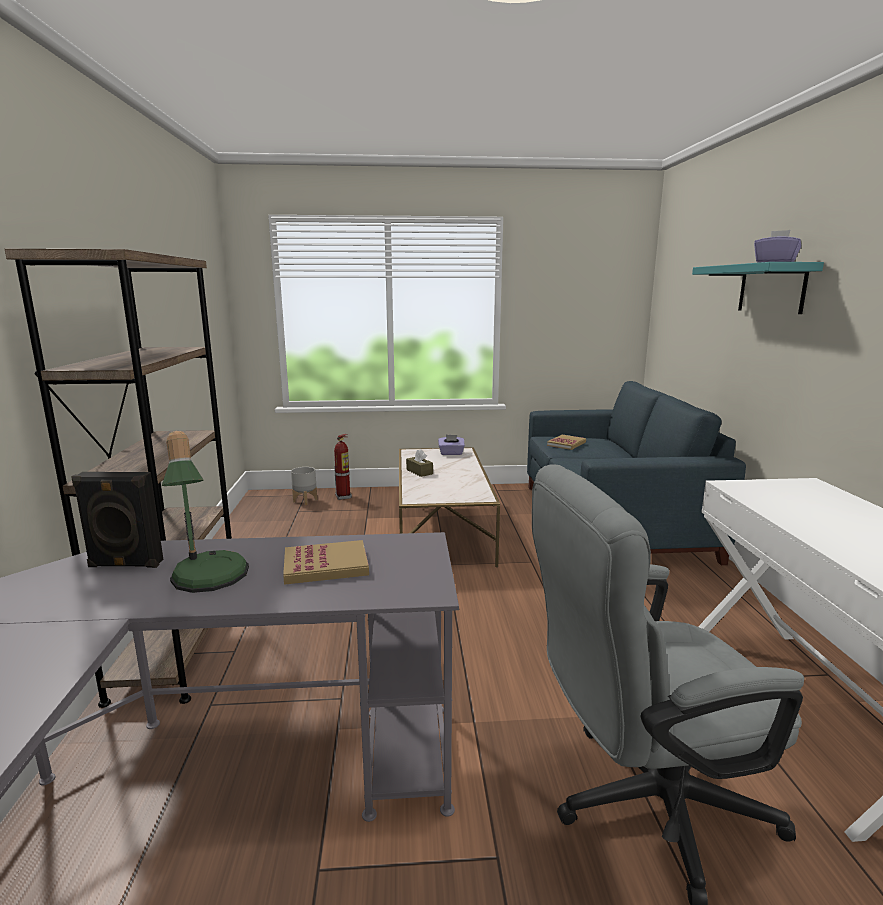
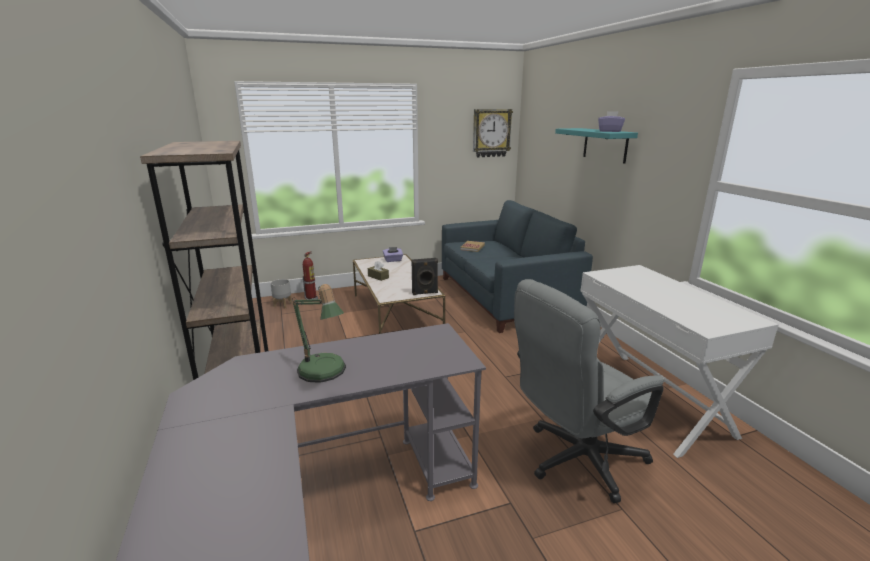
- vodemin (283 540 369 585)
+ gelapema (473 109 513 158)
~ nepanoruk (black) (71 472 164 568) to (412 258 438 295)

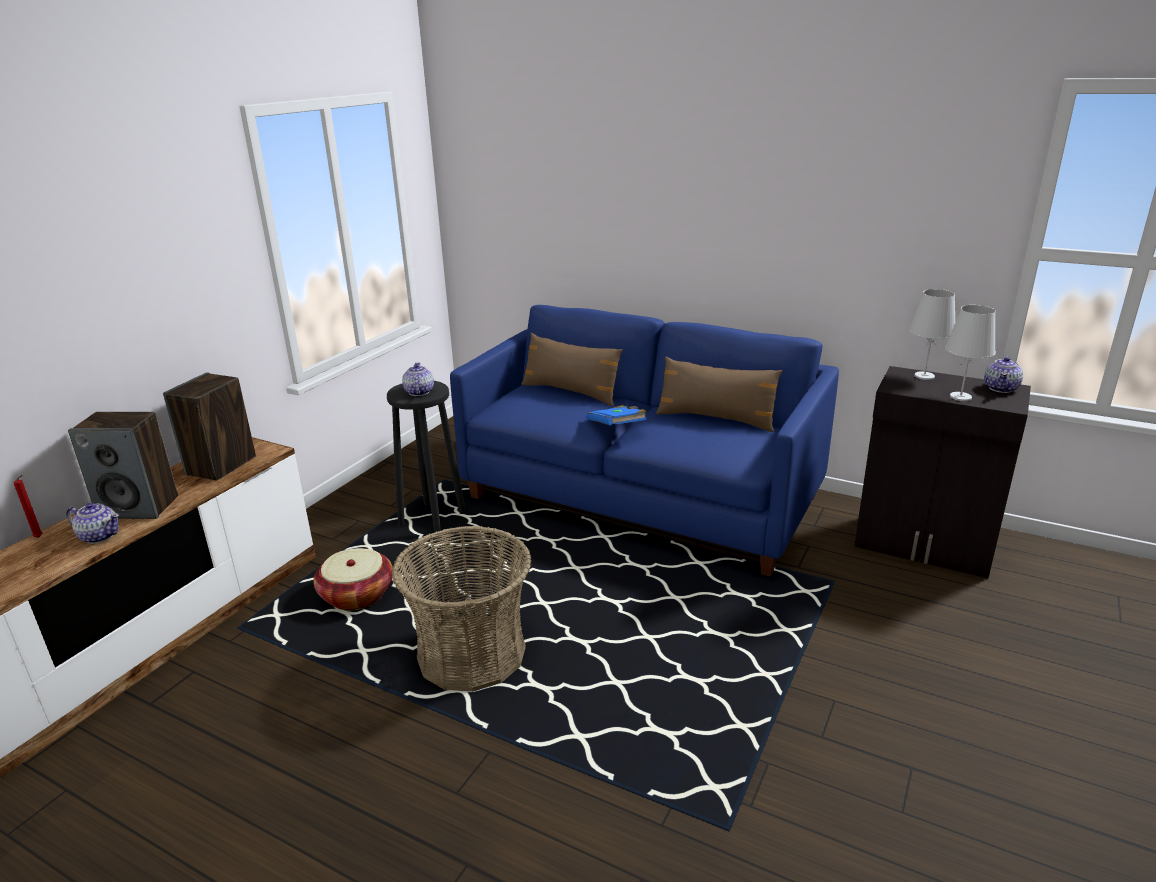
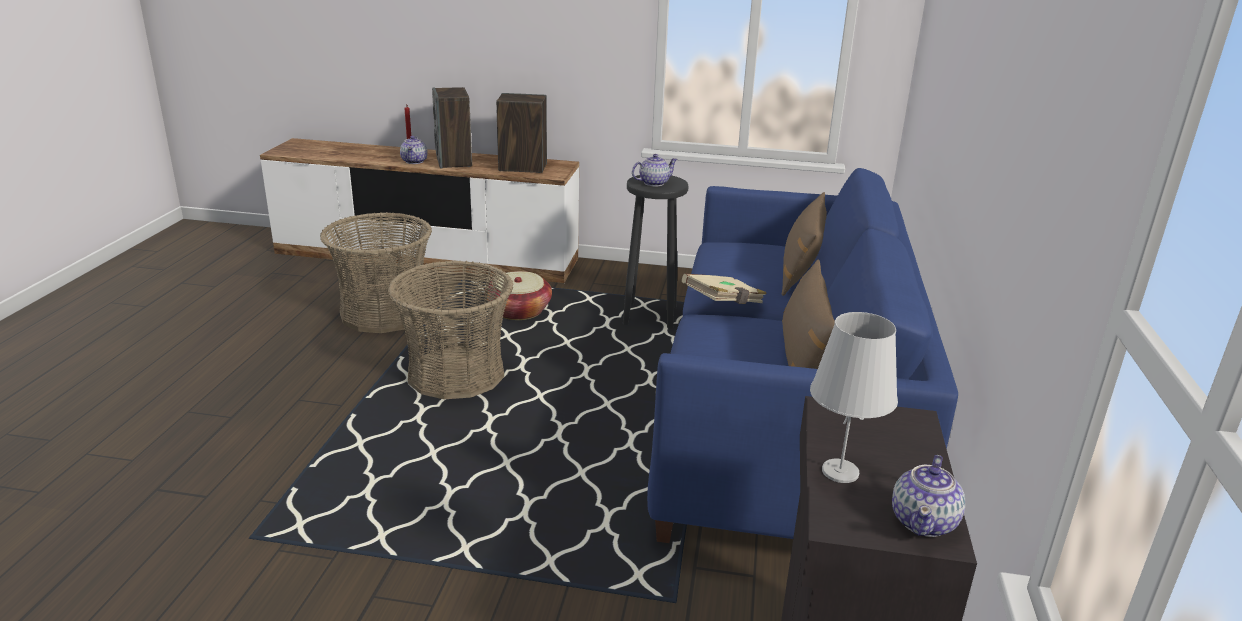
- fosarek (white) (909 289 955 380)
+ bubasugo (320 212 432 333)
~ vodemin (blue) (587 405 647 425) to vodemin (beige) (682 274 767 304)
~ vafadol (984 357 1023 393) = (892 455 965 537) 75 degrees counterclockwise

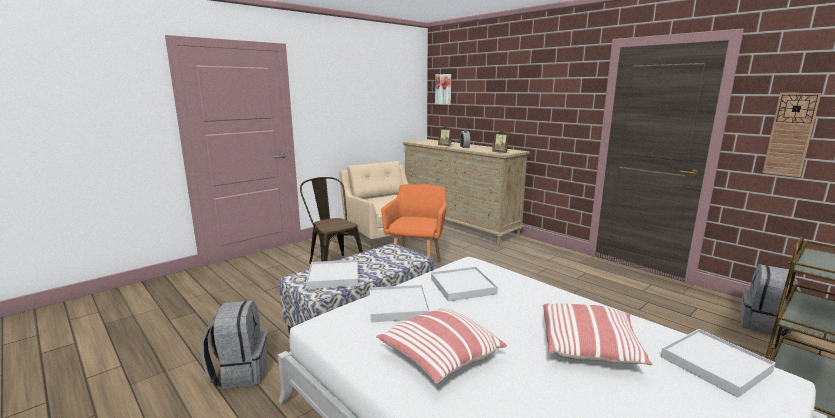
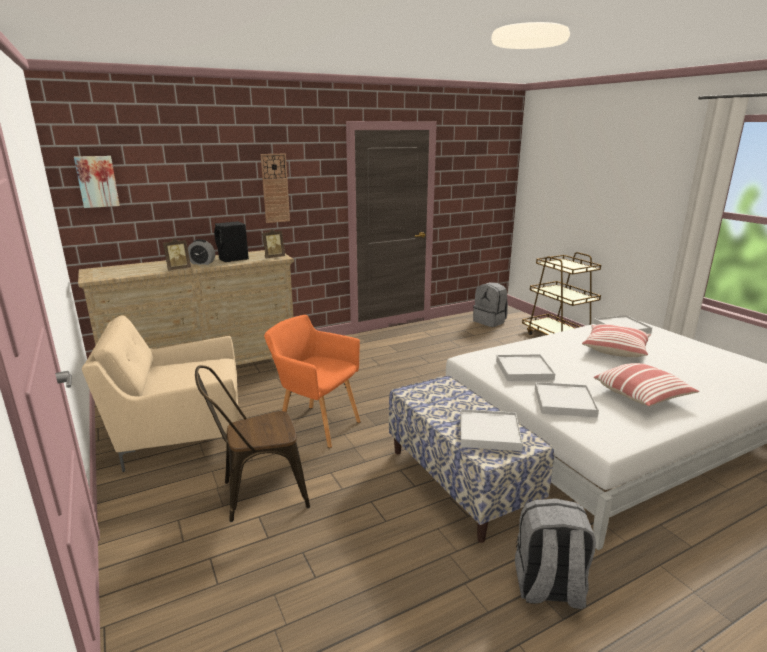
+ nepanoruk (black) (214 221 249 262)
~ gelapema (762 93 821 177) to (261 154 290 223)

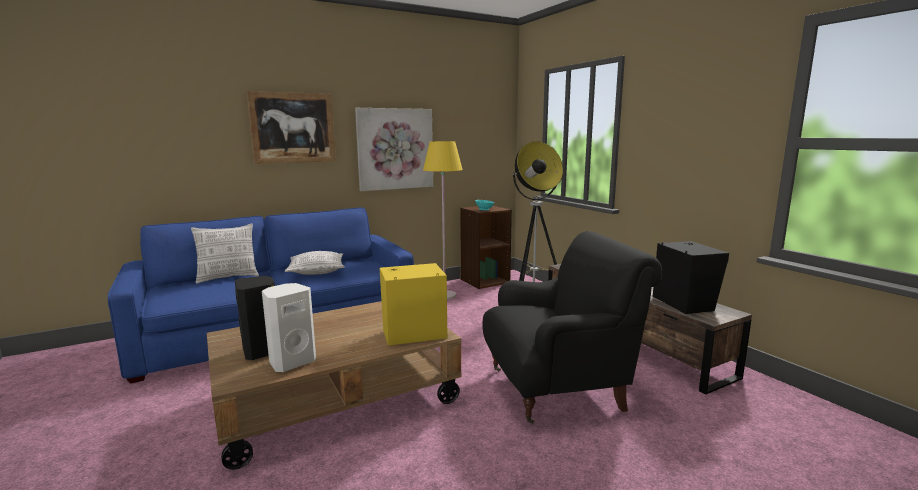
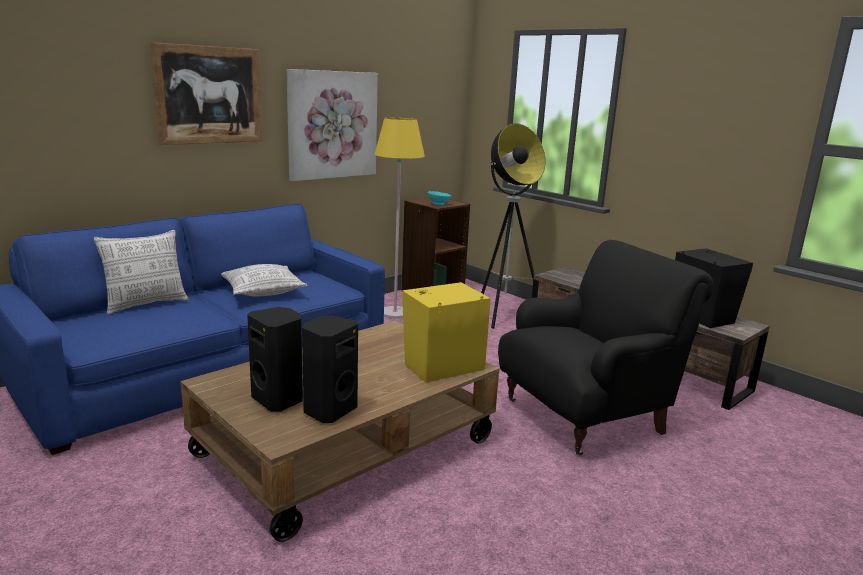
~ nepanoruk (white) (262 283 316 372) to nepanoruk (black) (302 315 358 423)

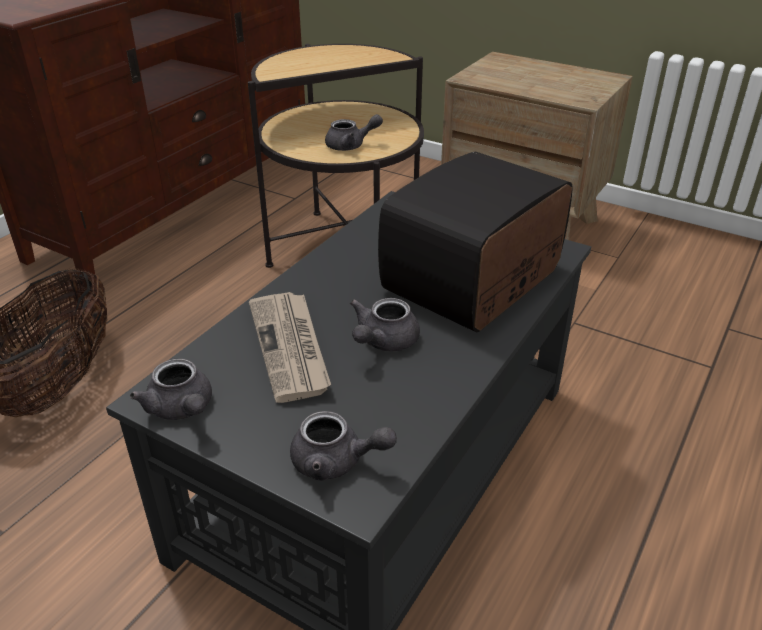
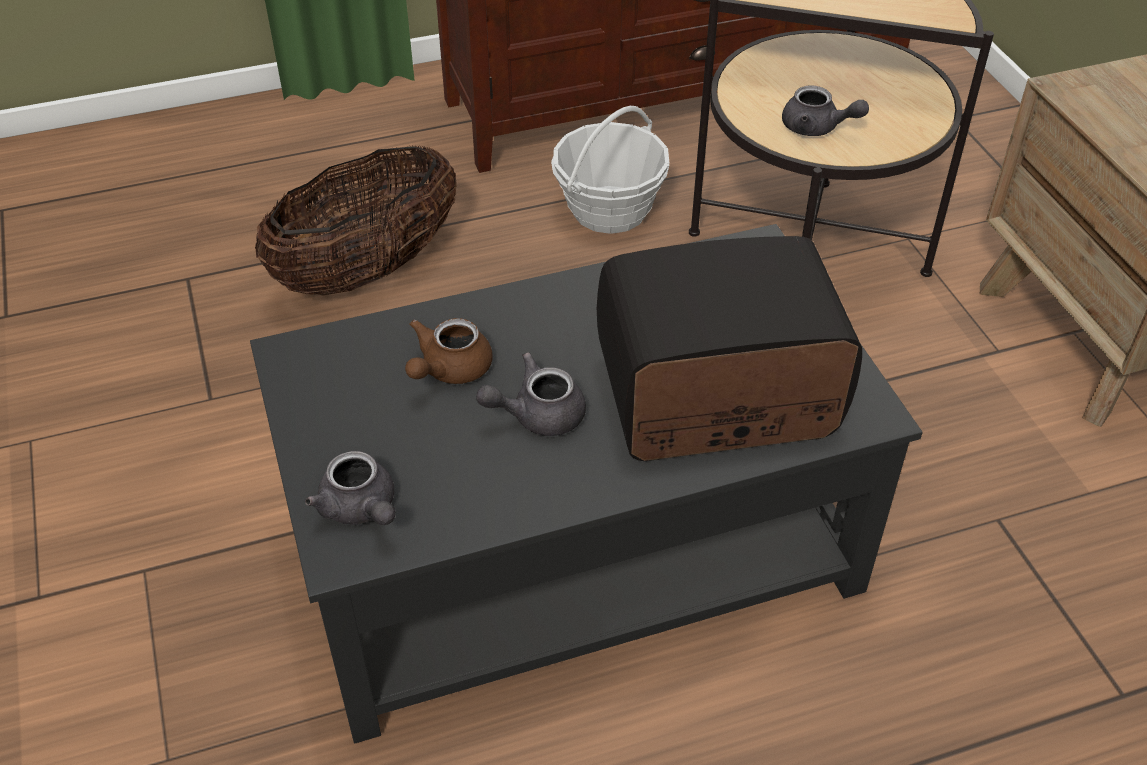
- vafadol (grey) (130 359 212 420)
+ bubasugo (551 106 670 234)
~ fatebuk (249 292 331 403) to vafadol (brown) (405 318 492 384)

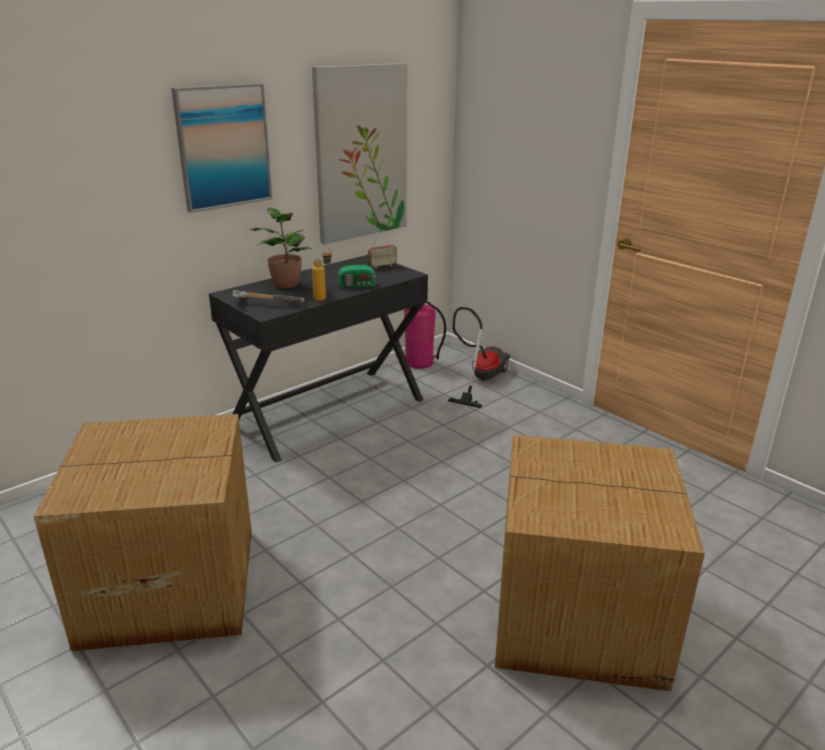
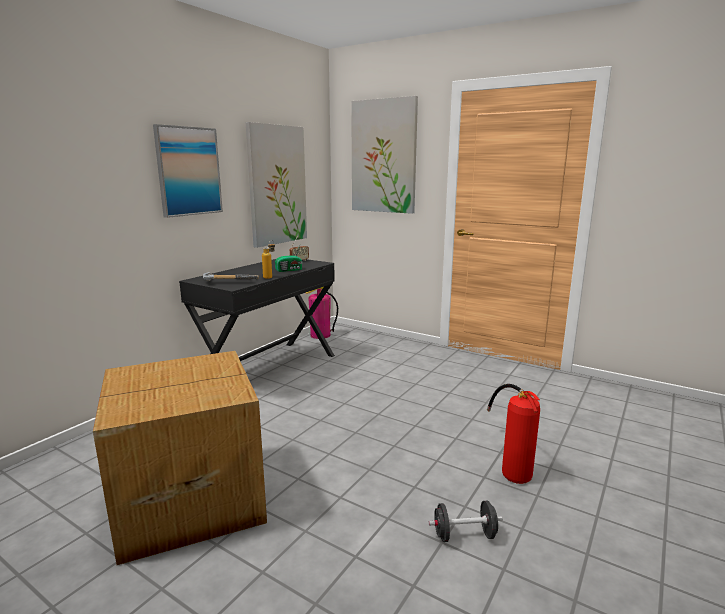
- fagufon (250 208 311 289)
- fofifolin (448 307 510 408)
+ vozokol (351 96 418 214)
+ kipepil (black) (429 501 503 542)
~ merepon (495 434 705 691) to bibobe (487 384 540 484)

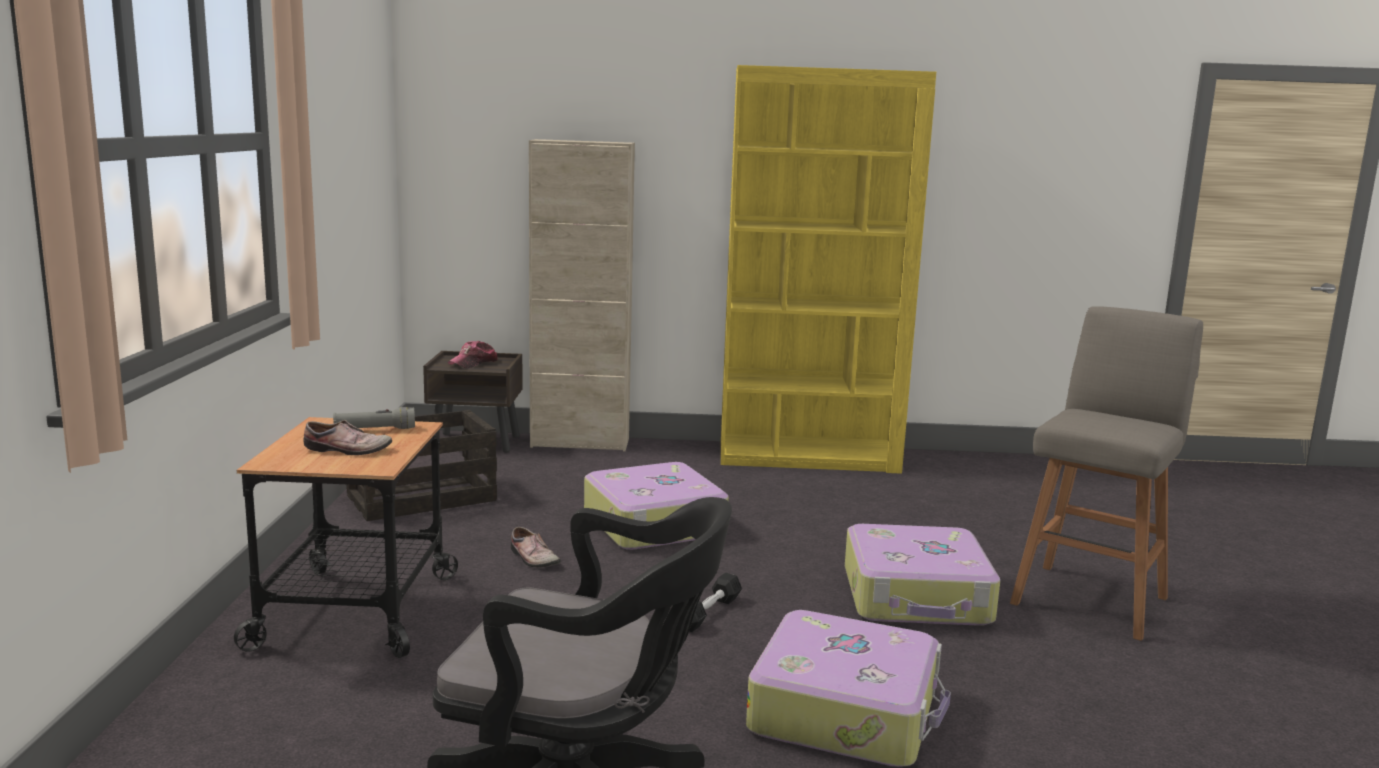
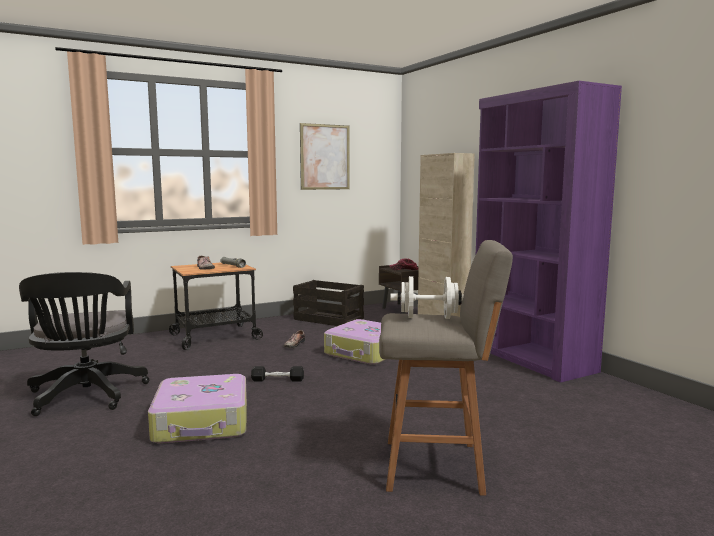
- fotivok (845 524 1000 626)
+ vozokol (300 123 350 190)
+ kipepil (white) (390 276 464 319)
~ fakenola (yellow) (721 65 936 474) to fakenola (purple) (476 81 622 383)

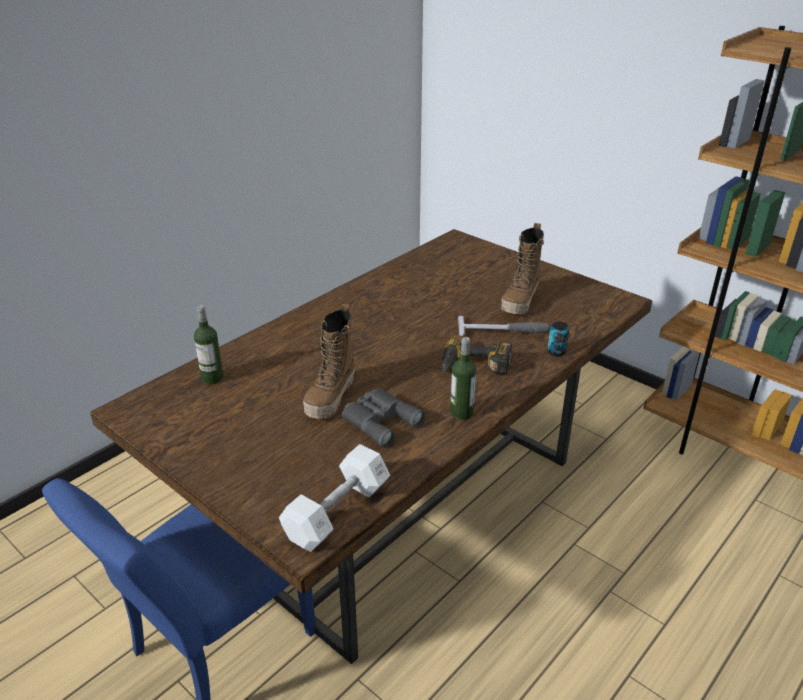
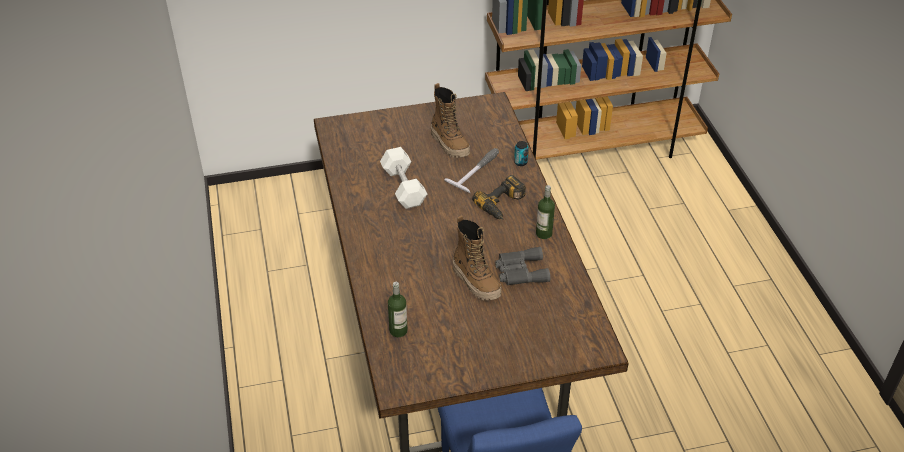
~ kipepil (white) (279 444 390 552) to (380 147 427 209)

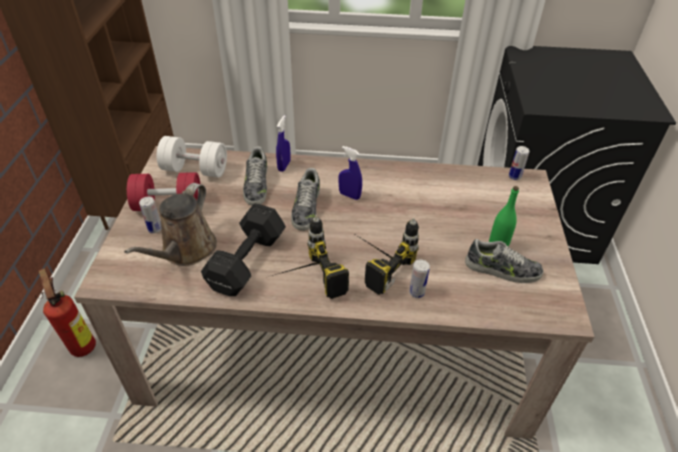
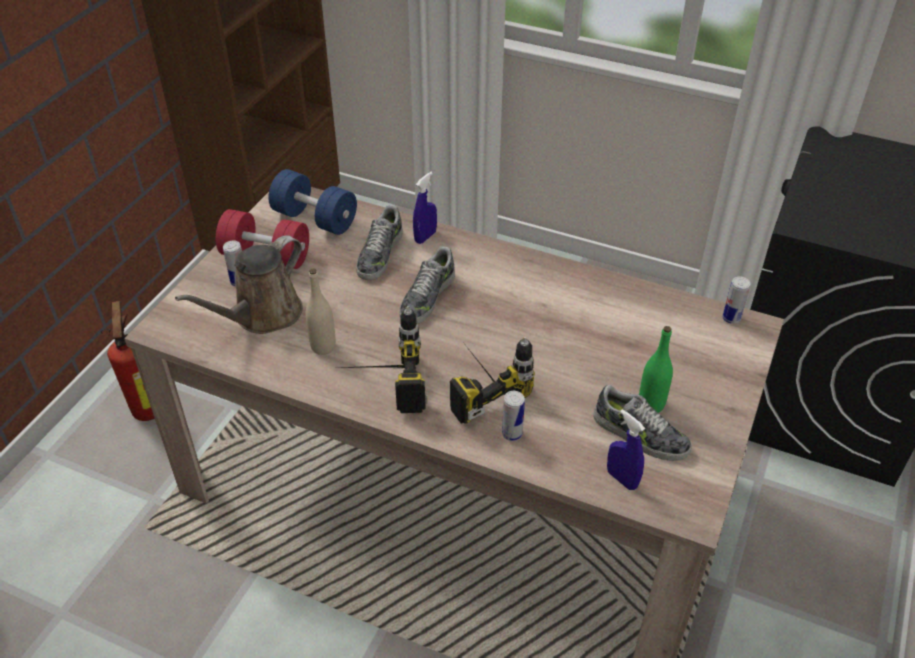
~ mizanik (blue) (339 146 362 200) to (607 409 645 490)
~ kipepil (black) (201 203 286 296) to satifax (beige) (305 269 336 355)
~ kipepil (white) (156 136 227 178) to kipepil (blue) (268 169 357 235)

